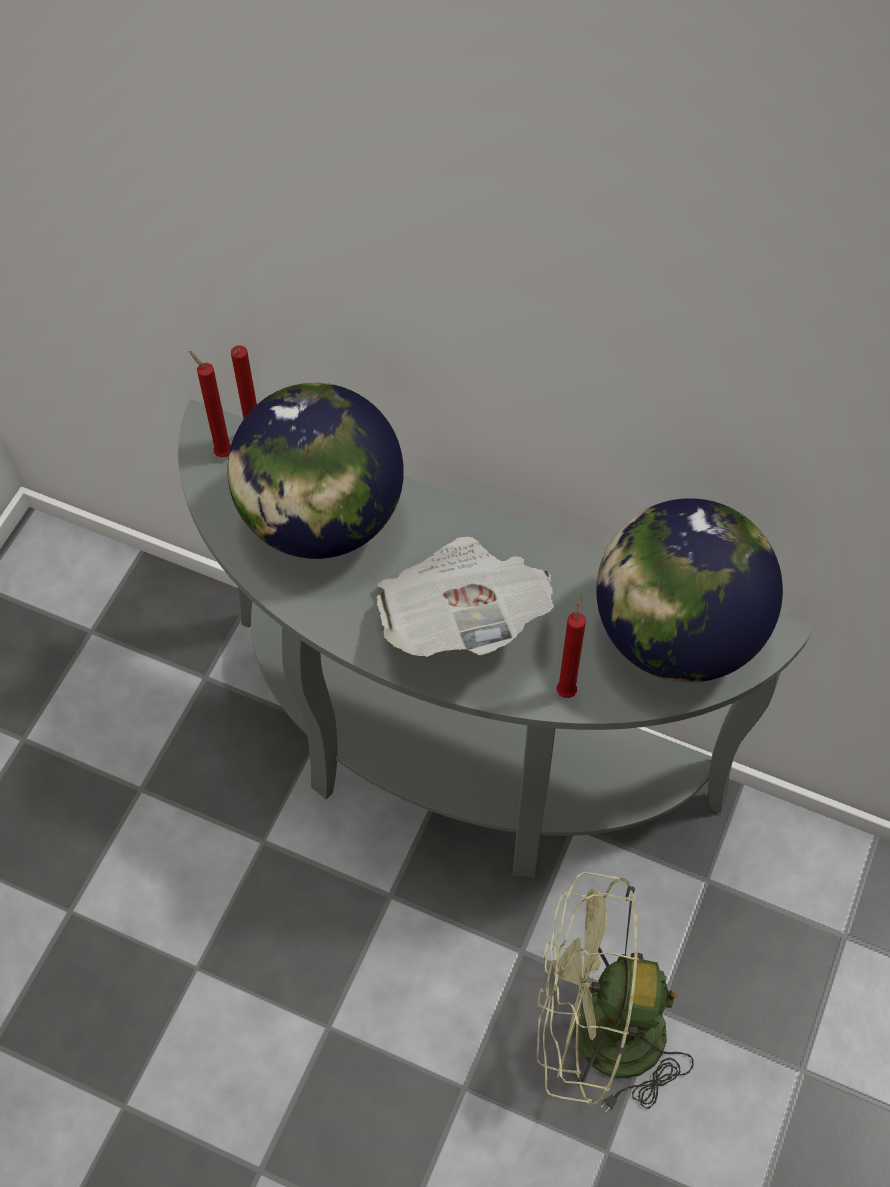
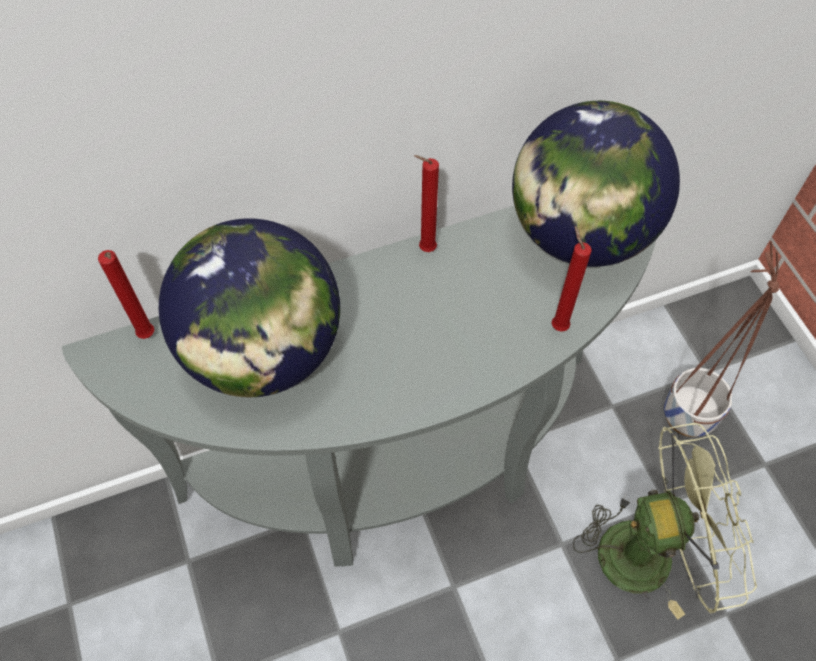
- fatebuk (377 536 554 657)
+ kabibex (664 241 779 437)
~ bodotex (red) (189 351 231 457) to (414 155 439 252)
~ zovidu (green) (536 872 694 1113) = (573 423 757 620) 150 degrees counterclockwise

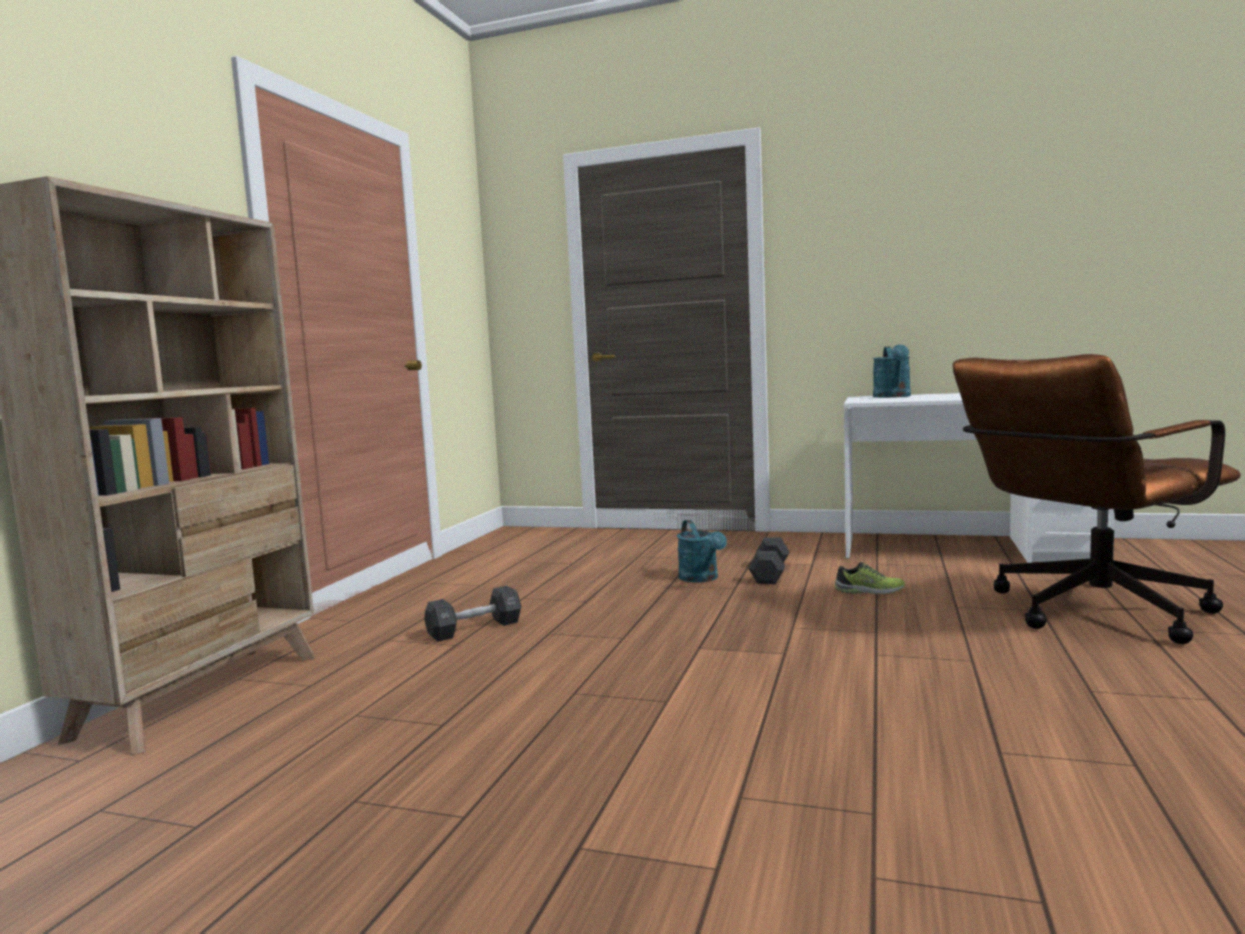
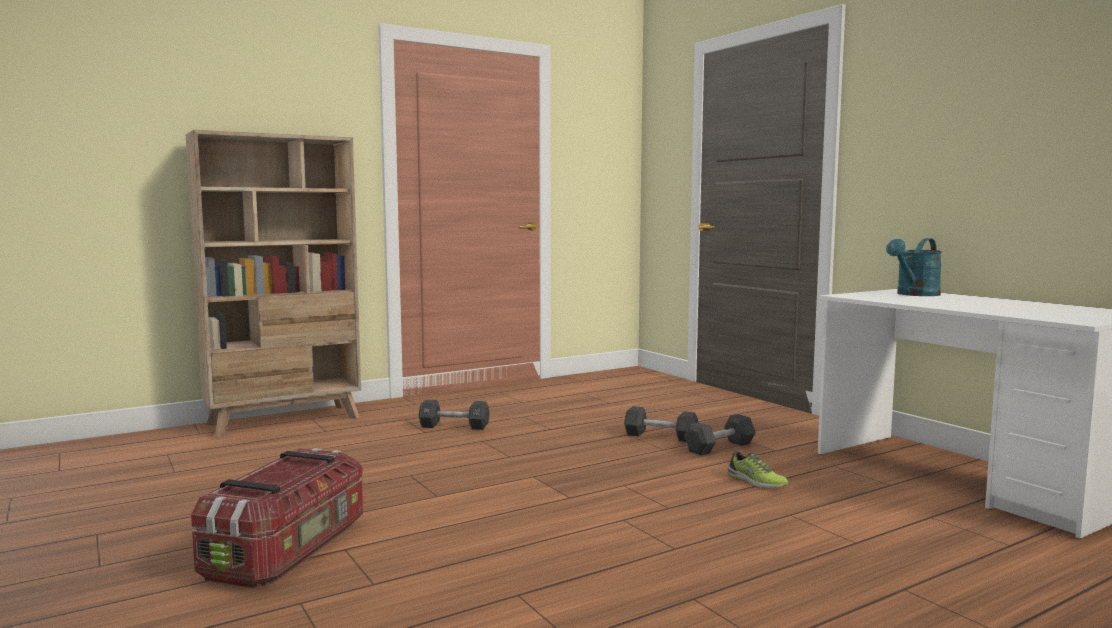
- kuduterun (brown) (952 354 1241 644)
+ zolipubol (191 448 363 588)
~ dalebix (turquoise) (677 520 727 582) to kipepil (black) (624 406 698 442)

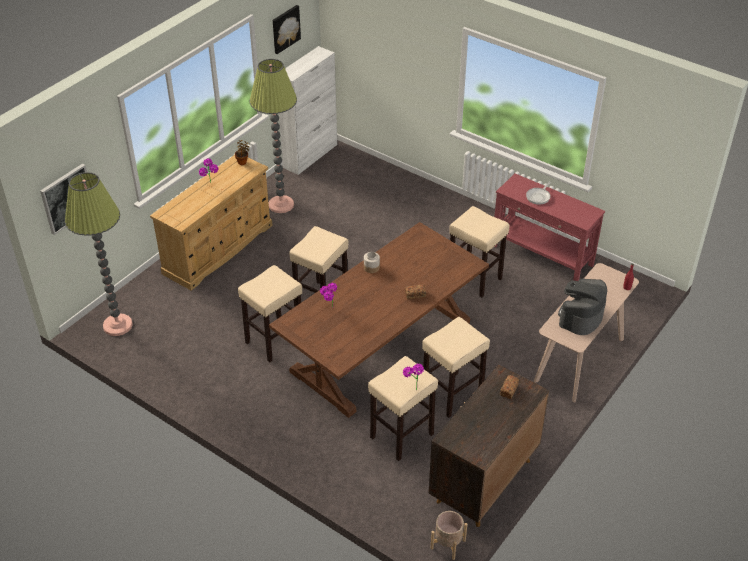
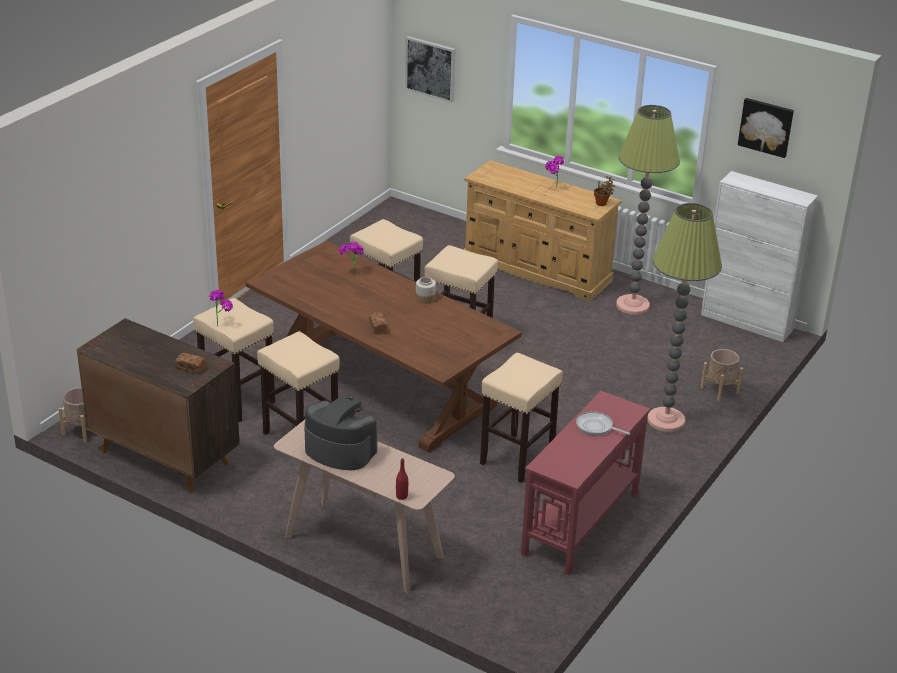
+ kabibex (beige) (701 349 743 401)
~ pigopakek (65 172 133 336) to (647 203 722 432)

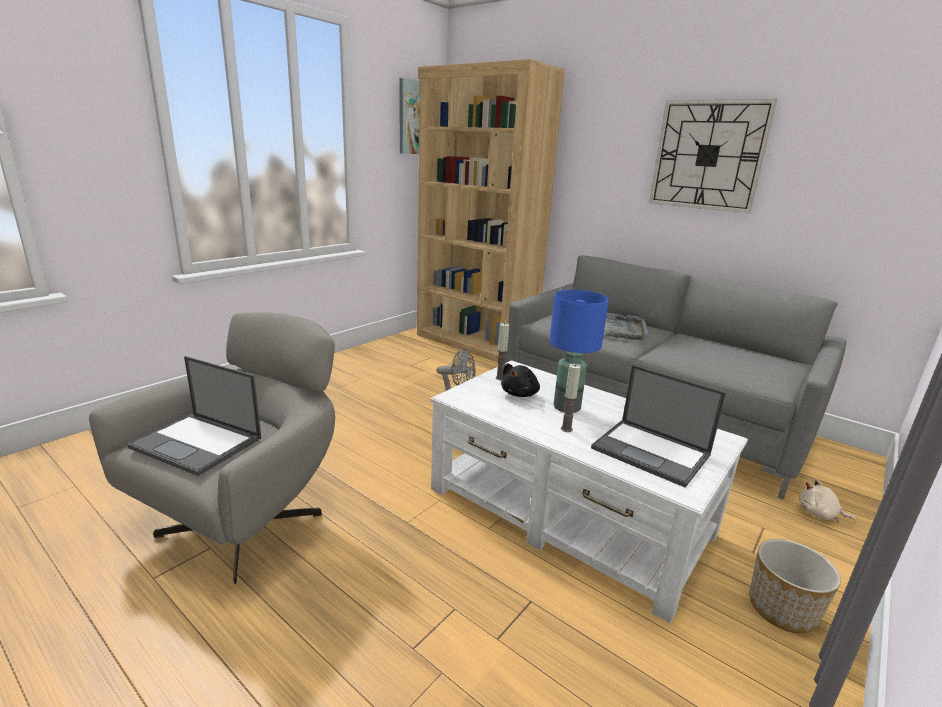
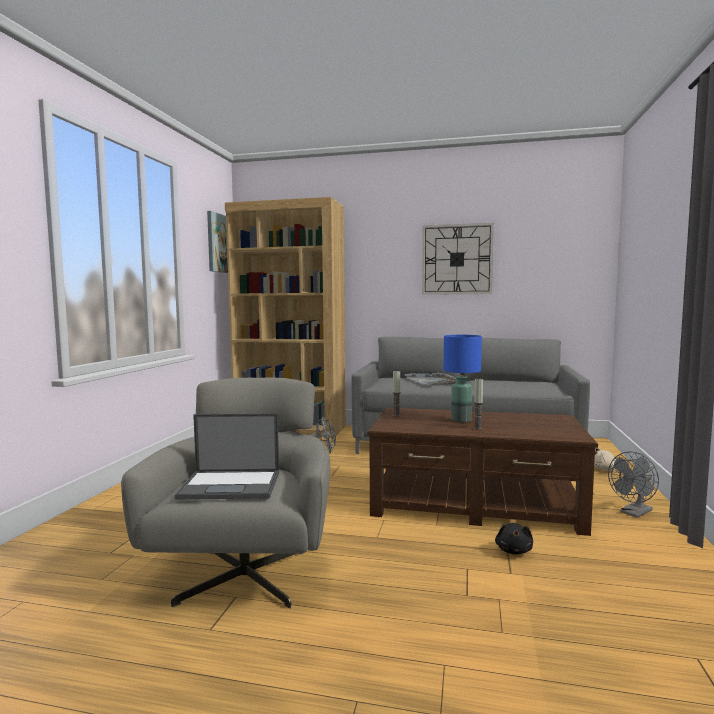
- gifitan (591 365 726 488)
~ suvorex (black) (501 363 540 397) to (495 523 533 554)
~ kabibex (749 539 841 633) to zovidu (grey) (608 451 659 518)
~ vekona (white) (430 360 748 623) to vekona (brown) (367 408 598 536)

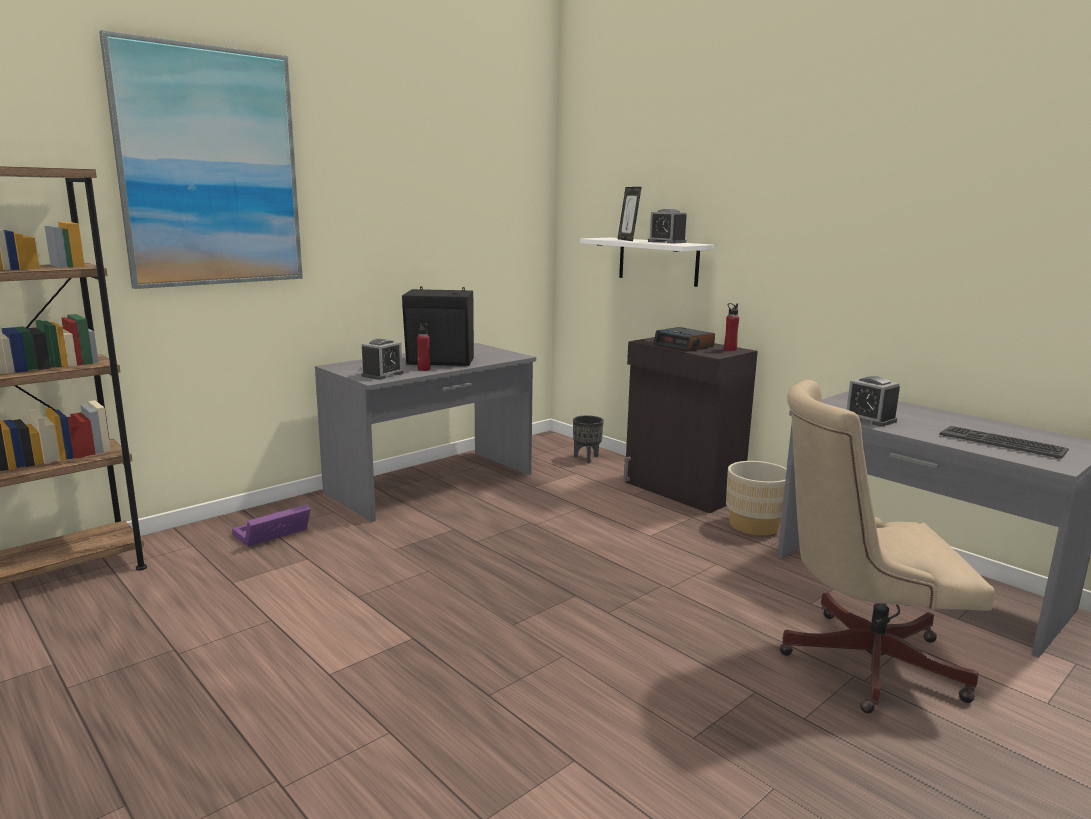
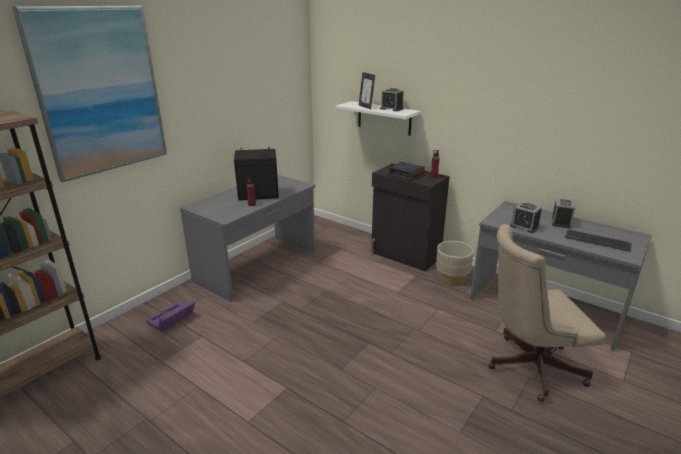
- kabibex (black) (573 415 604 463)
~ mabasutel (361 339 404 380) to (552 198 575 229)

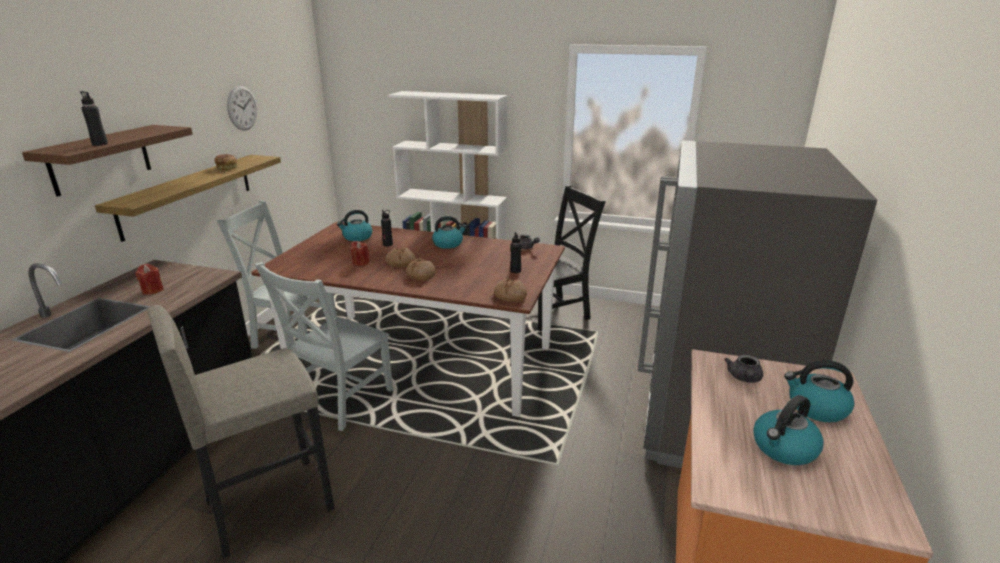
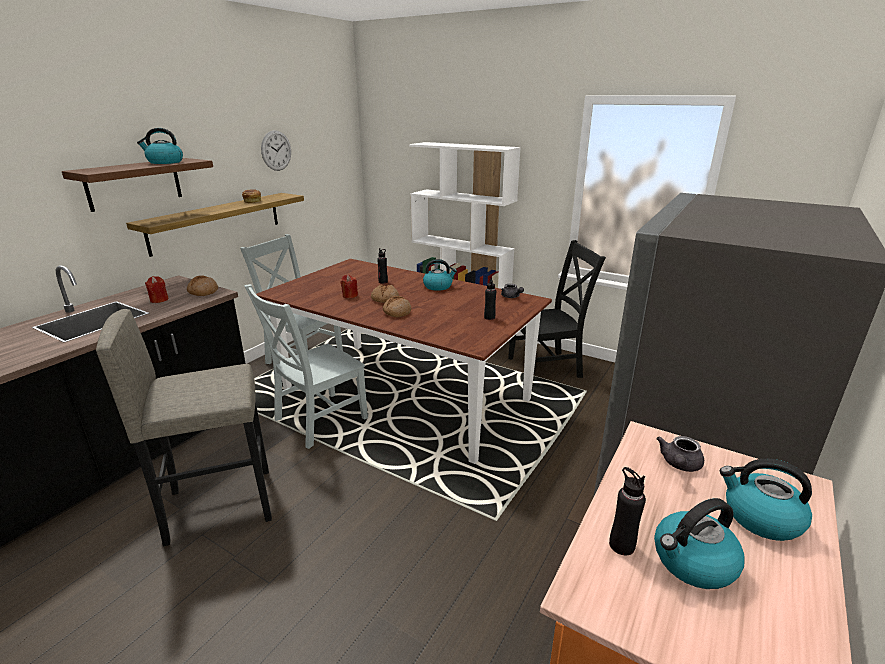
~ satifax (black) (80 91 108 146) to (609 467 646 555)
~ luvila (337 210 373 241) to (137 128 183 164)
~ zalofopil (494 278 527 302) to (187 275 218 296)

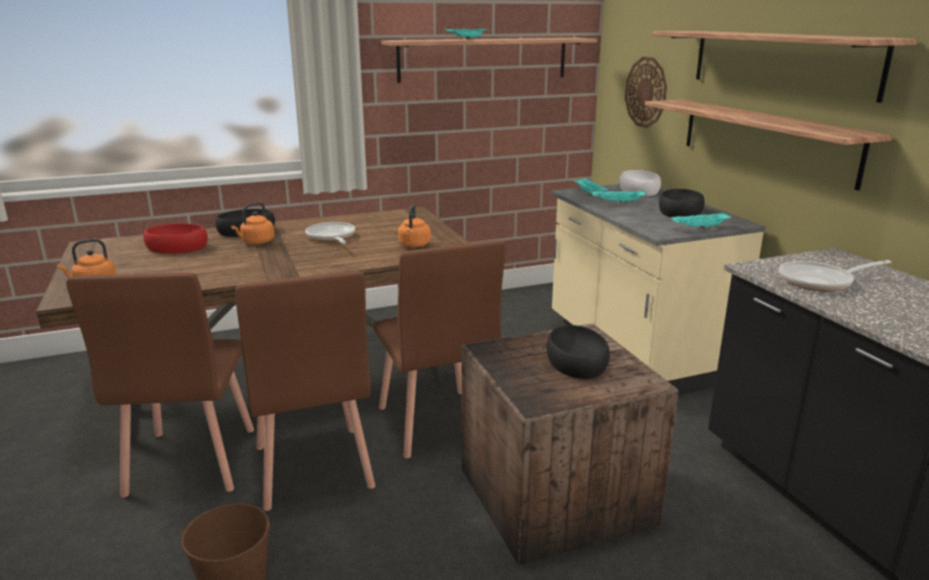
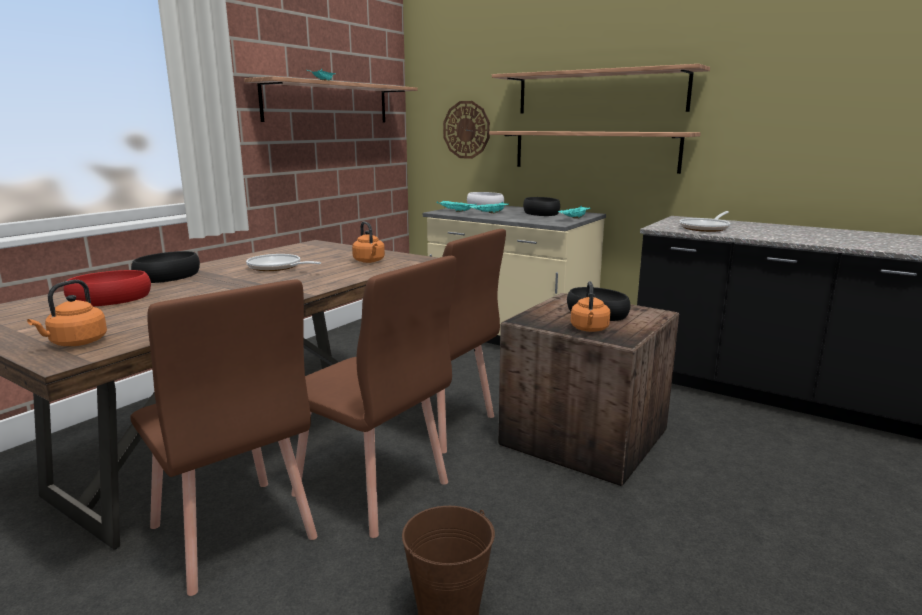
~ luvila (orange) (231 202 274 244) to (571 281 610 332)

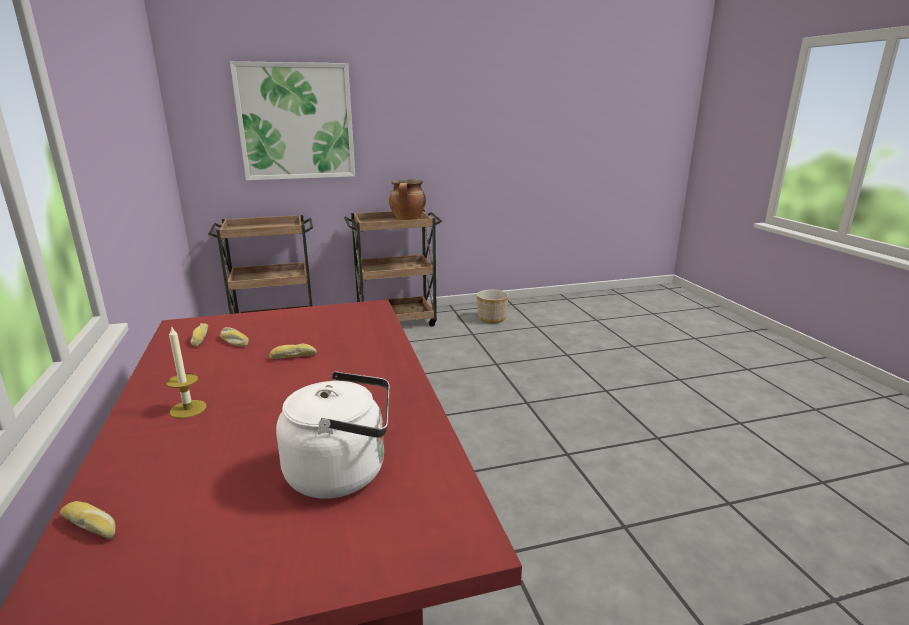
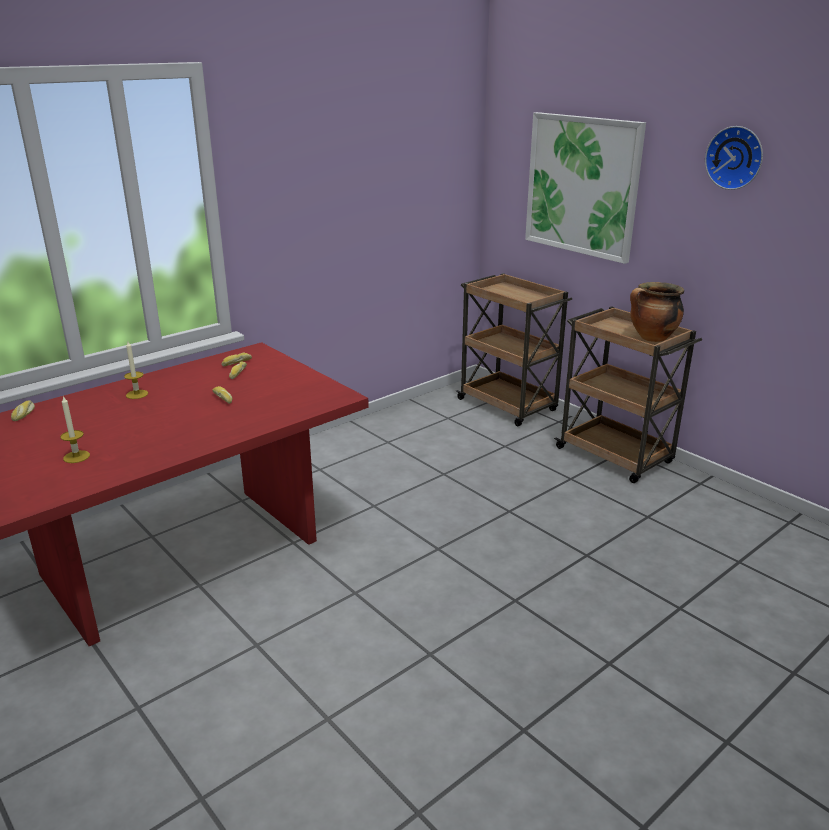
- kabibex (477 290 509 323)
+ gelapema (705 126 763 190)
~ luvila (white) (276 371 390 499) to bodotex (60 396 90 463)

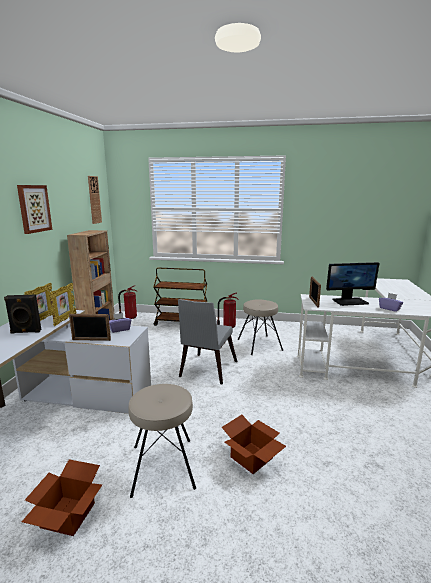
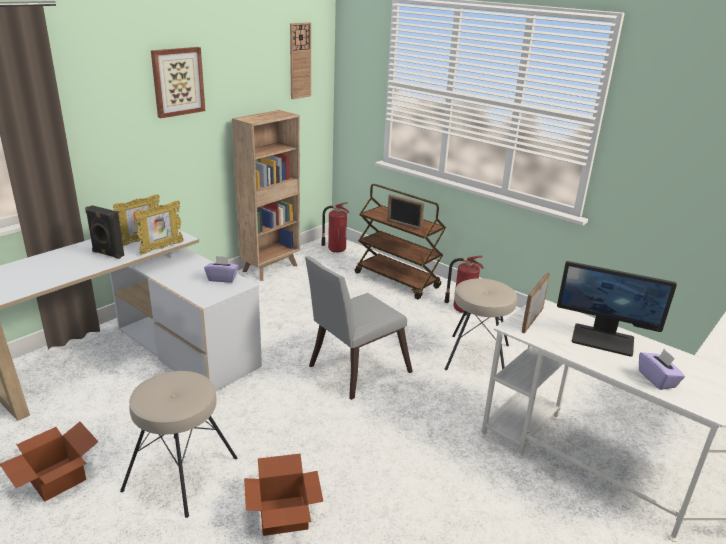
~ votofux (69 314 111 341) to (387 194 424 230)

